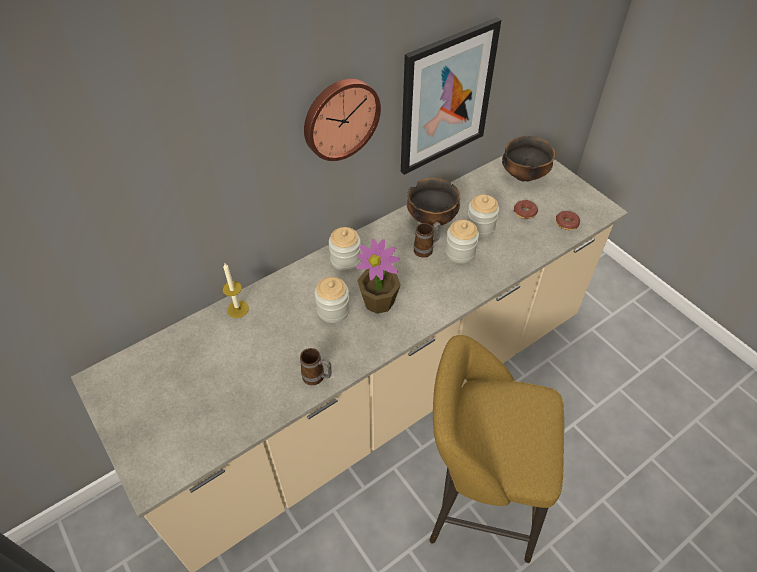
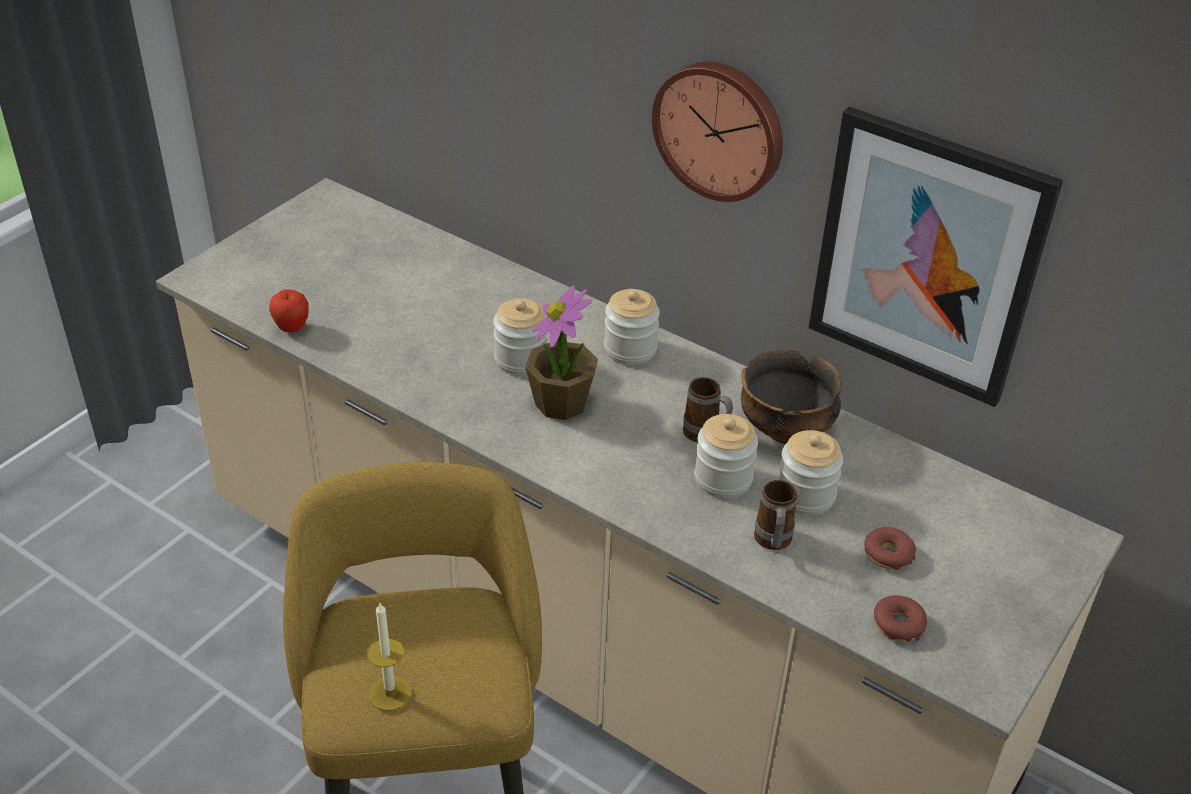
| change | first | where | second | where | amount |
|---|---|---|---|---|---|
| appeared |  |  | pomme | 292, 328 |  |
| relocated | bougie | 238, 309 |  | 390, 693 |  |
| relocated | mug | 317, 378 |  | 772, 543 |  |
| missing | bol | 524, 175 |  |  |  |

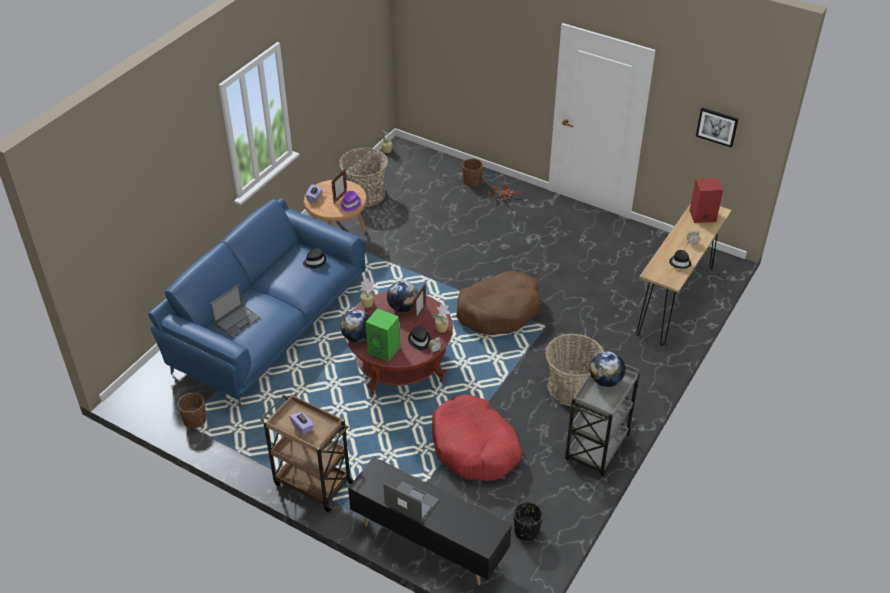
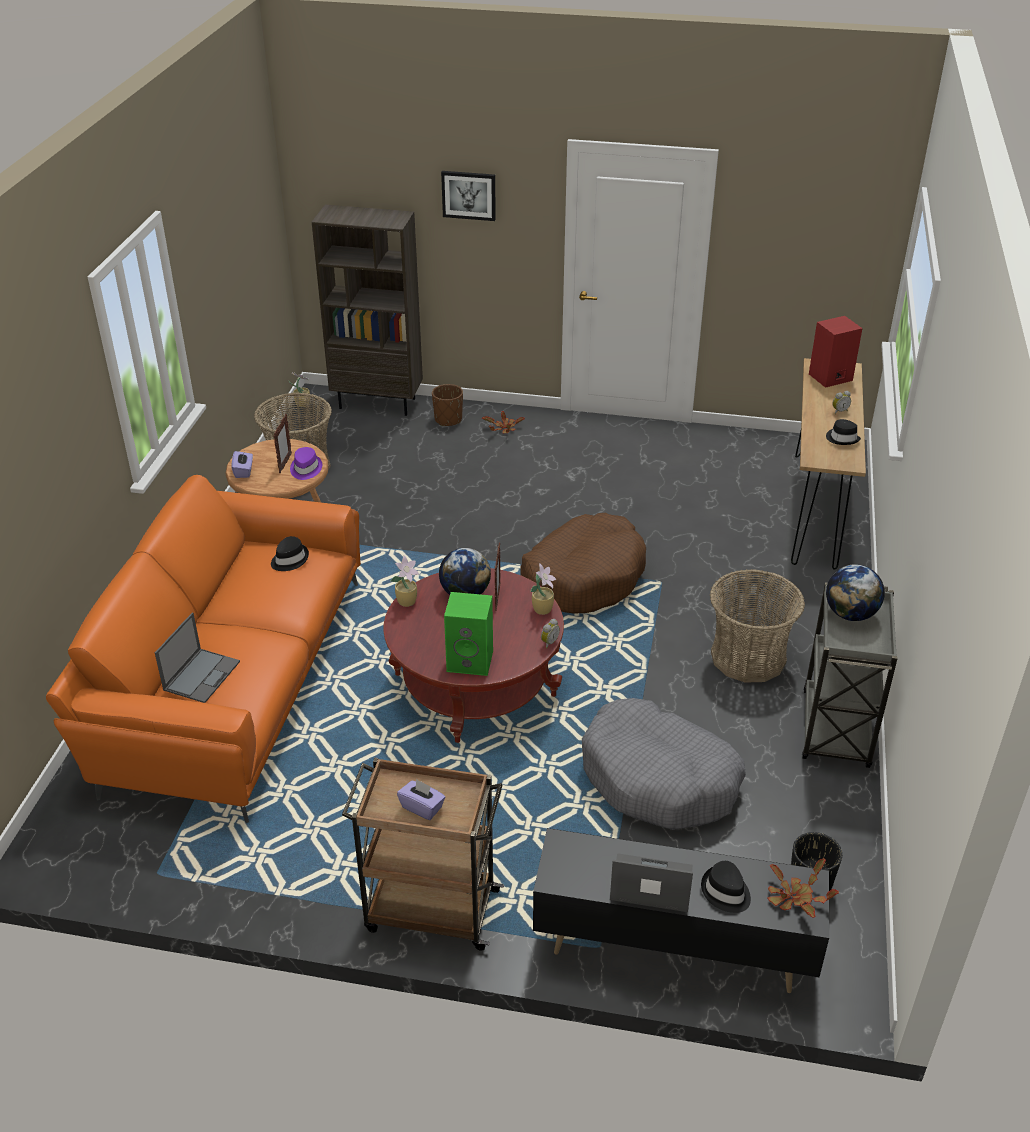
| change | first | where | second | where | amount |
|---|---|---|---|---|---|
| colour | canapé [bleu] | 268, 324 | canapé [orange] | 233, 680 |  |
| appeared |  |  | bibliothèque [marron] | 378, 403 |  |
| relocated | tableau | 717, 126 |  | 469, 195 |  |
| colour | panier pour chien [rouge] | 474, 447 | panier pour chien [gris] | 659, 779 |  |
| relocated | chapeau [noir] | 419, 341 |  | 725, 892 |  |
| appeared |  |  | plante en pot | 794, 898 |  |
| missing | cache-pot [marron] | 194, 420 |  |  |  |
| missing | globe | 357, 337 |  |  |  |

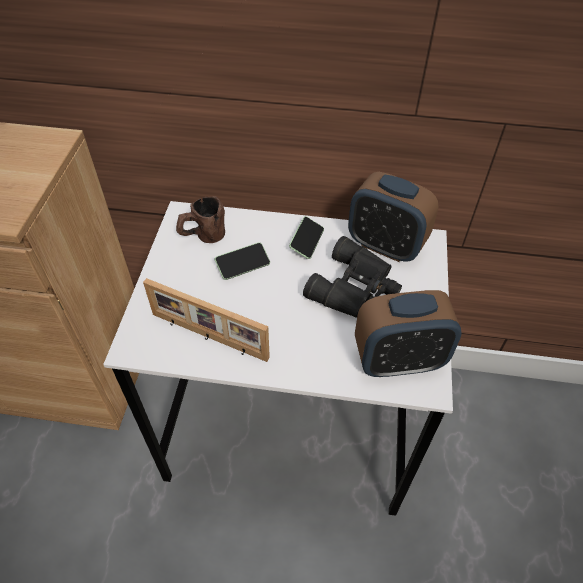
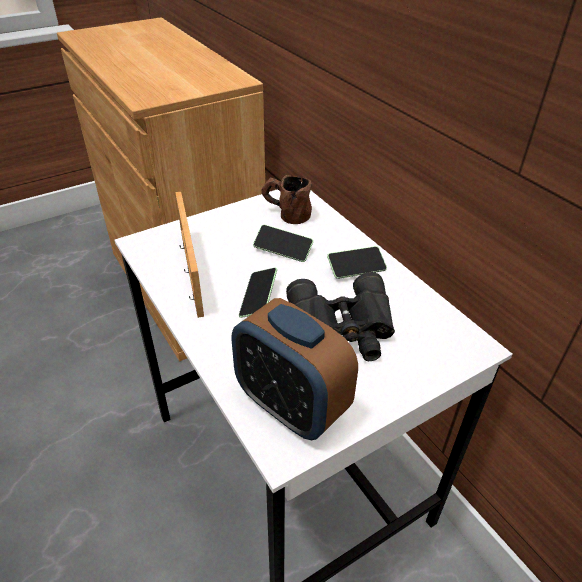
| change | first | where | second | where | amount |
|---|---|---|---|---|---|
| appeared |  |  | téléphone | 258, 299 |  |
| missing | réveil | 385, 245 |  |  |  |

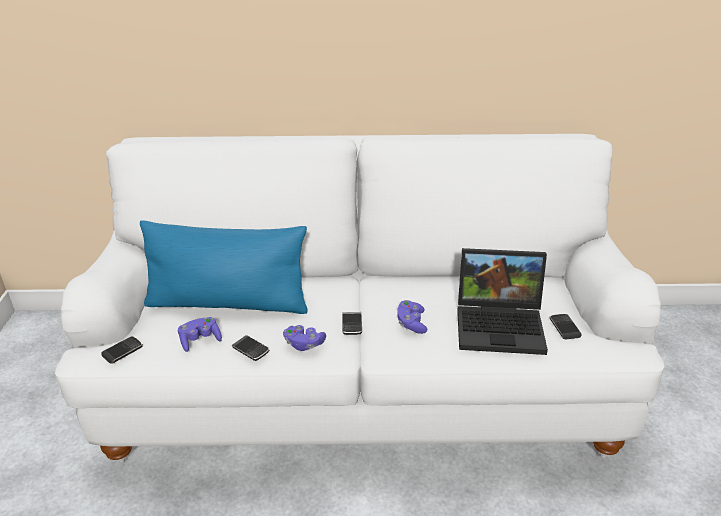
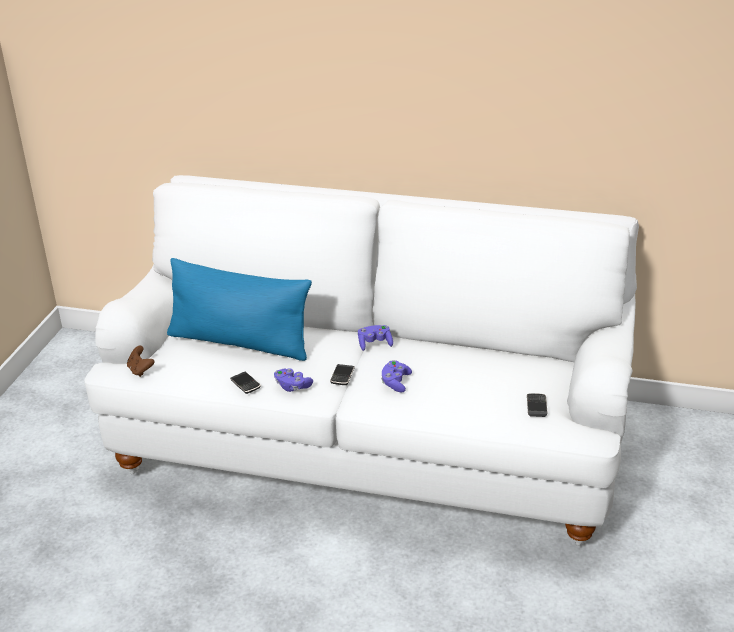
| change | first | where | second | where | amount |
|---|---|---|---|---|---|
| exchanged | téléphone | 123, 351 | manette [marron] | 140, 370 |  |
| relocated | manette [violet] | 200, 340 |  | 374, 344 |  |
| missing | ordinateur portable | 501, 325 |  |  |  |

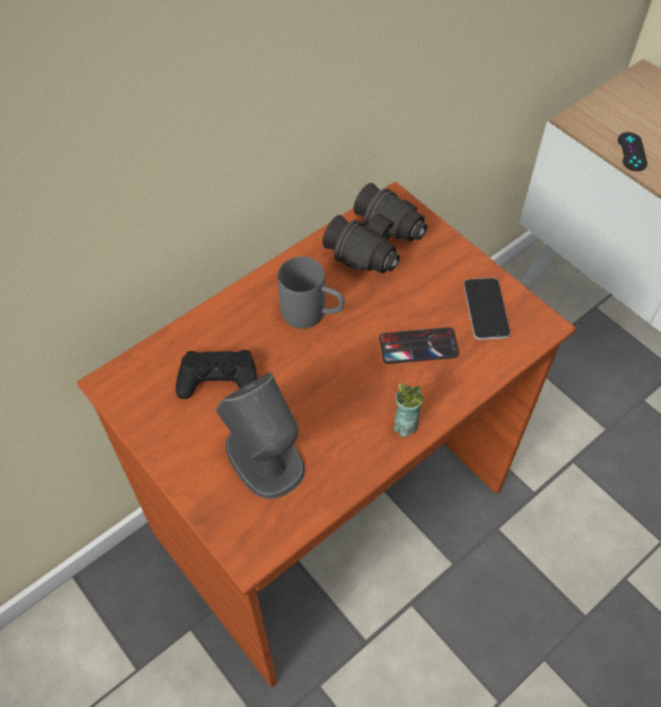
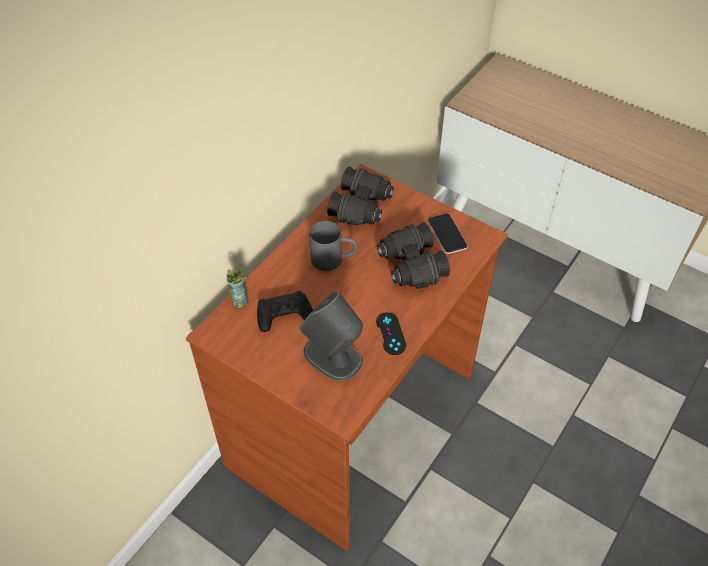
| change | first | where | second | where | amount |
|---|---|---|---|---|---|
| relocated | tasse | 405, 425 |  | 240, 300 |  |
| relocated | manette [noir] | 632, 152 |  | 390, 333 |  |
| exchanged | téléphone | 418, 346 | jumelles [noir] | 410, 266 |  |

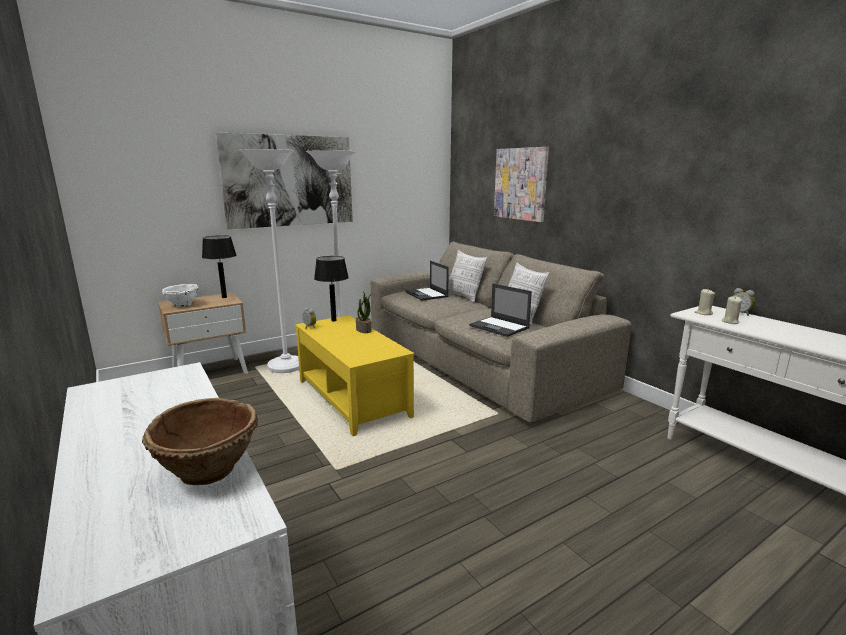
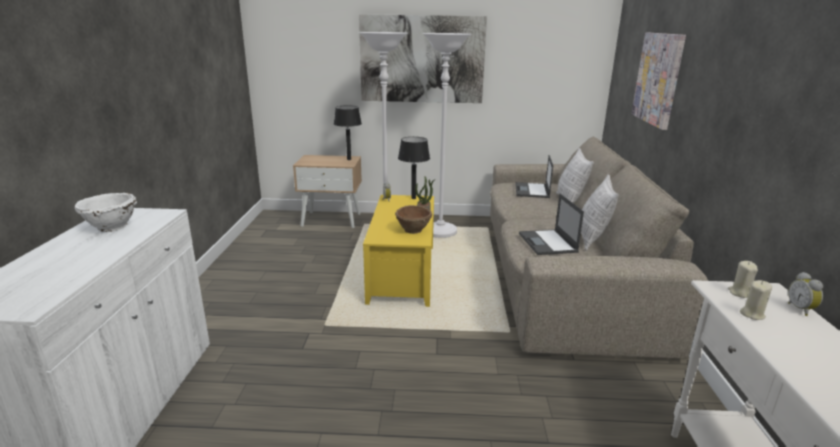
| change | first | where | second | where | amount |
|---|---|---|---|---|---|
| relocated | bol [blanc] | 182, 305 |  | 111, 227 |  |
| relocated | bol [marron] | 210, 471 |  | 413, 230 |  |

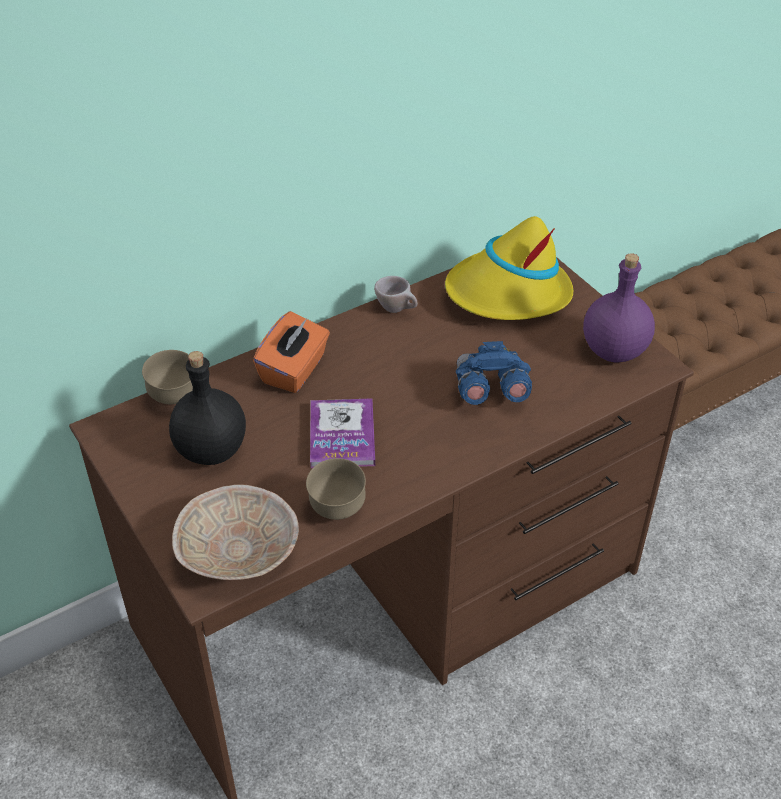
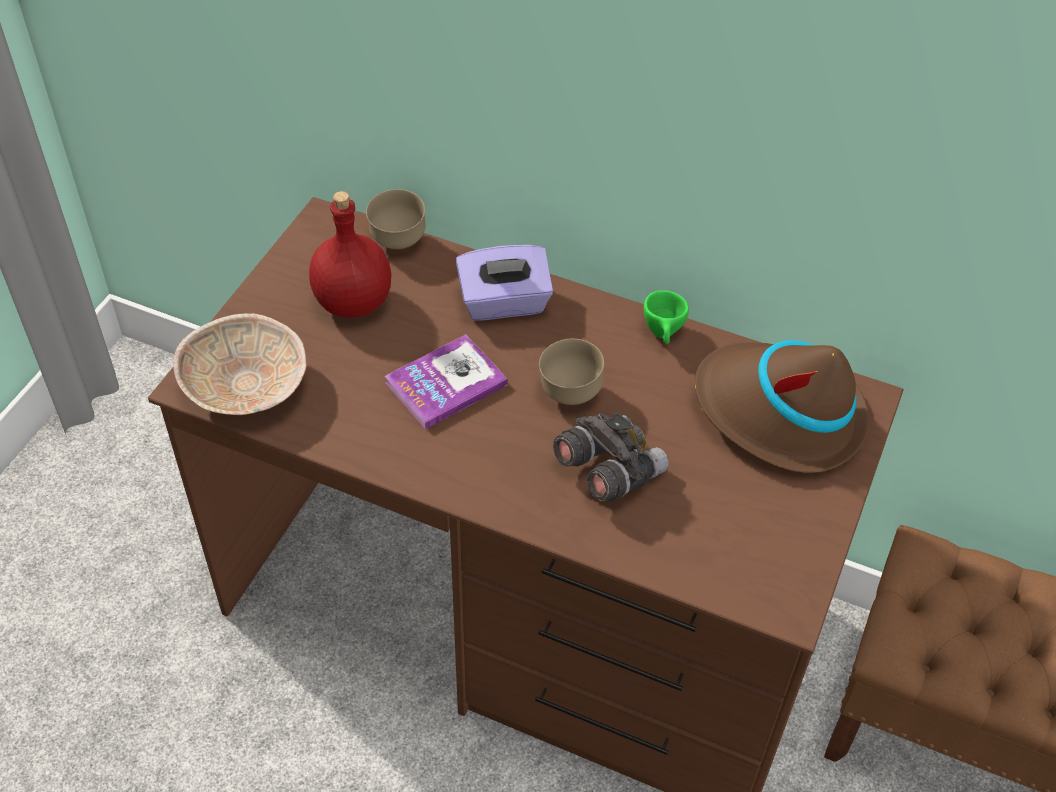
| change | first | where | second | where | amount |
|---|---|---|---|---|---|
| colour | bouteille [noir] | 210, 449 | bouteille [rouge] | 353, 301 |  |
| colour | boîte à mouchoirs [orange] | 294, 370 | boîte à mouchoirs [violet] | 504, 303 |  |
| relocated | bol [marron] | 337, 510 |  | 569, 394 |  |
| colour | jumelles [bleu] | 489, 391 | jumelles [gris] | 608, 470 |  |
| colour | tasse [beige] | 397, 309 | tasse [vert] | 664, 335 |  |
| colour | chapeau [jaune] | 508, 294 | chapeau [marron] | 779, 414 |  |
| missing | bouteille [violet] | 614, 351 |  |  |  |

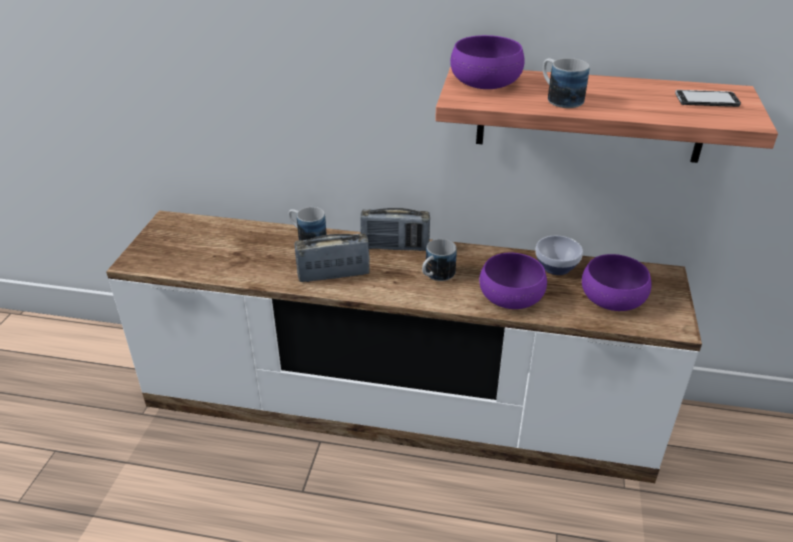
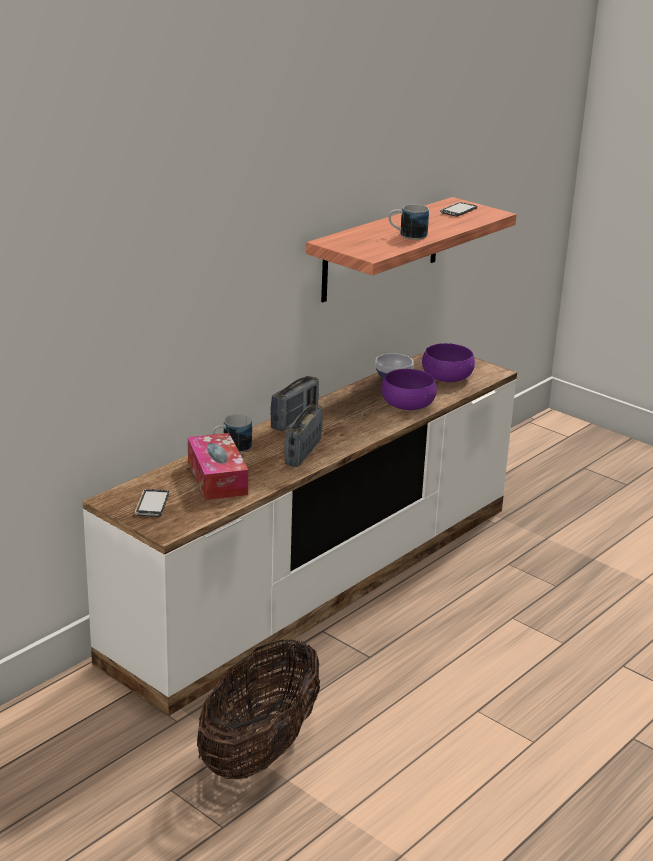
| change | first | where | second | where | amount |
|---|---|---|---|---|---|
| appeared |  |  | téléphone | 152, 504 |  |
| appeared |  |  | boîte à mouchoirs | 217, 478 |  |
| appeared |  |  | panier | 260, 750 |  |
| missing | mug | 436, 276 |  |  |  |
| missing | bol [violet] | 485, 82 |  |  |  |

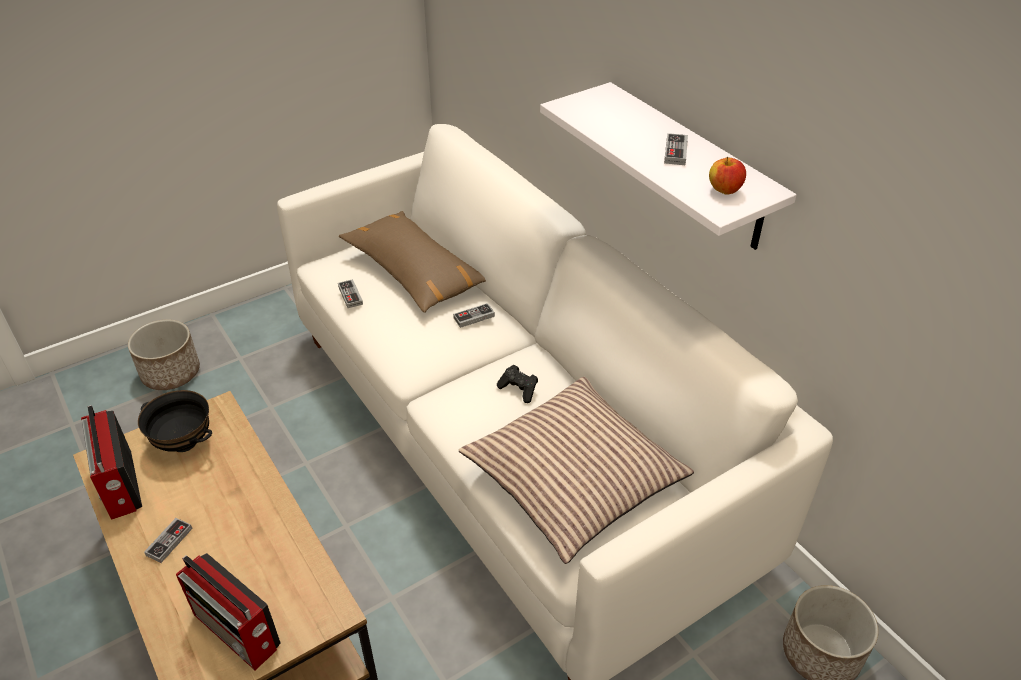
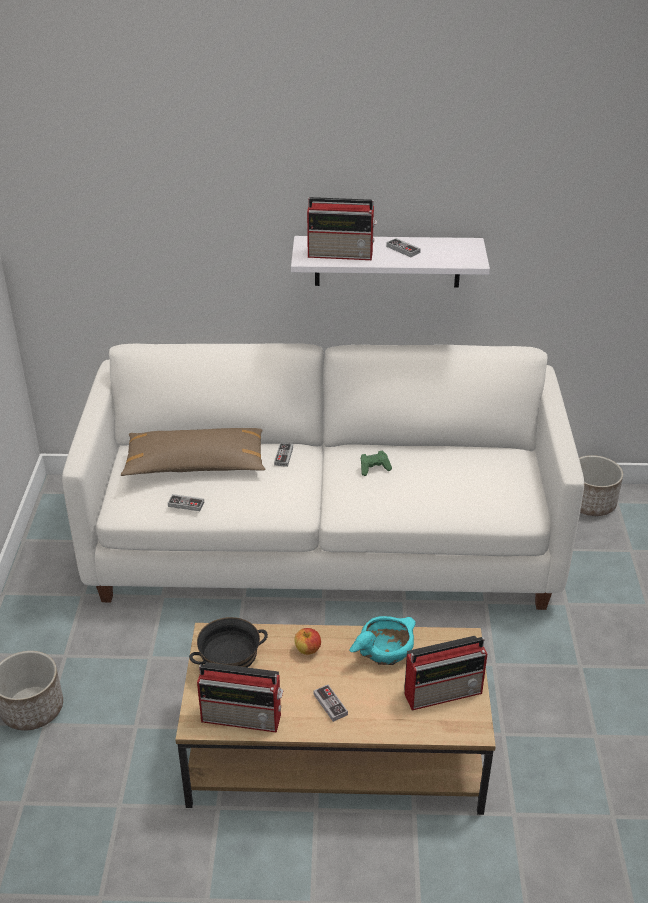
| change | first | where | second | where | amount |
|---|---|---|---|---|---|
| relocated | pomme | 724, 190 |  | 307, 650 |  |
| appeared |  |  | radio | 342, 254 |  |
| appeared |  |  | bol [turquoise] | 385, 650 |  |
| colour | manette [noir] | 519, 389 | manette [vert] | 374, 468 |  |
| missing | coussin | 574, 478 |  |  |  |

